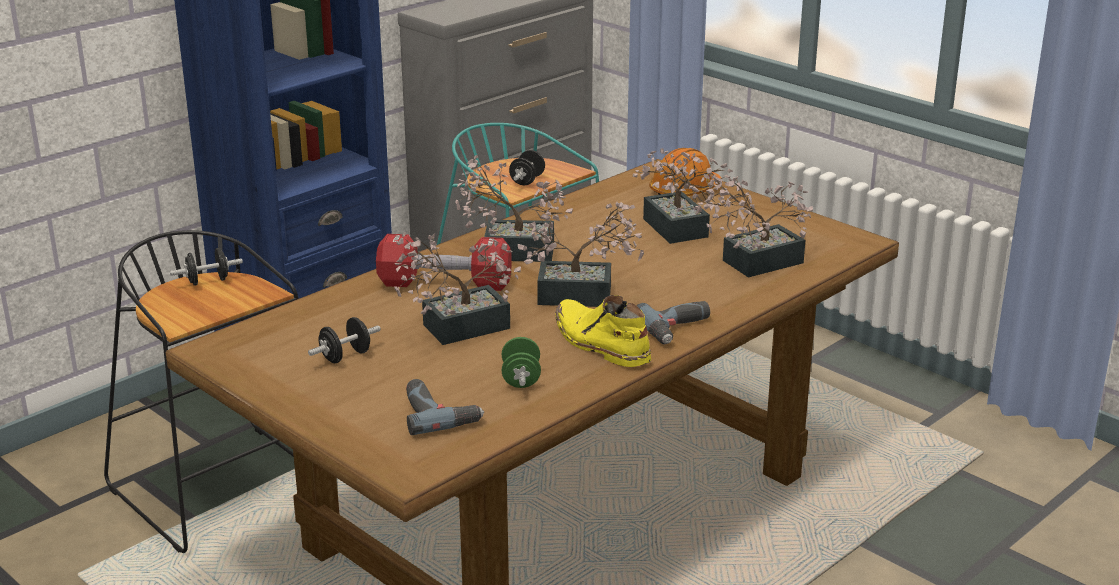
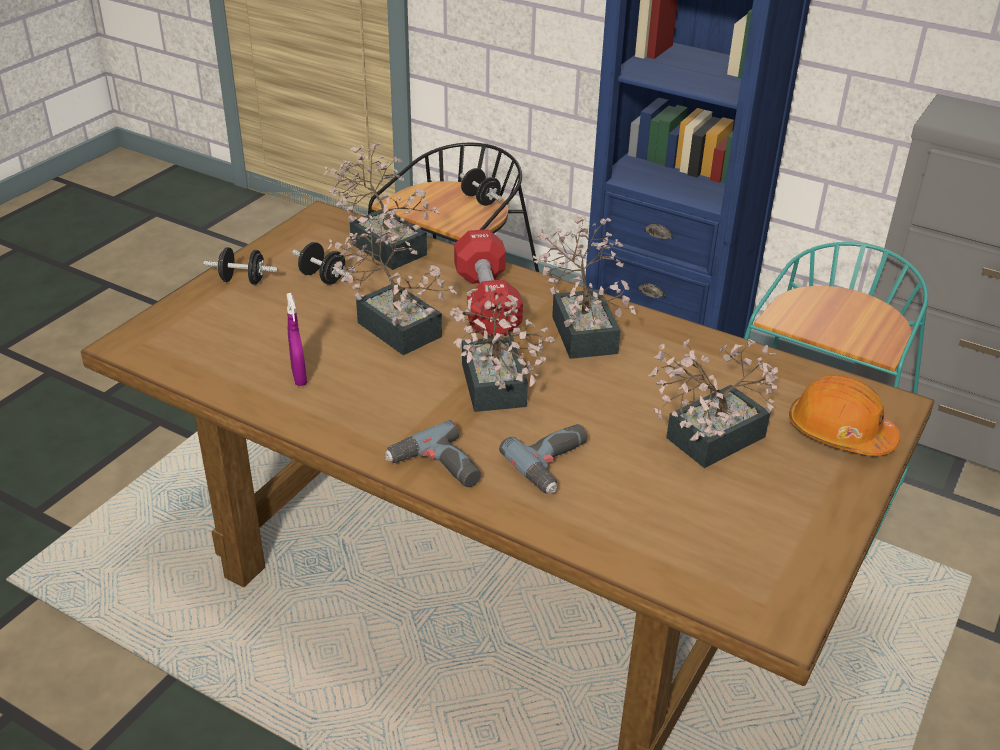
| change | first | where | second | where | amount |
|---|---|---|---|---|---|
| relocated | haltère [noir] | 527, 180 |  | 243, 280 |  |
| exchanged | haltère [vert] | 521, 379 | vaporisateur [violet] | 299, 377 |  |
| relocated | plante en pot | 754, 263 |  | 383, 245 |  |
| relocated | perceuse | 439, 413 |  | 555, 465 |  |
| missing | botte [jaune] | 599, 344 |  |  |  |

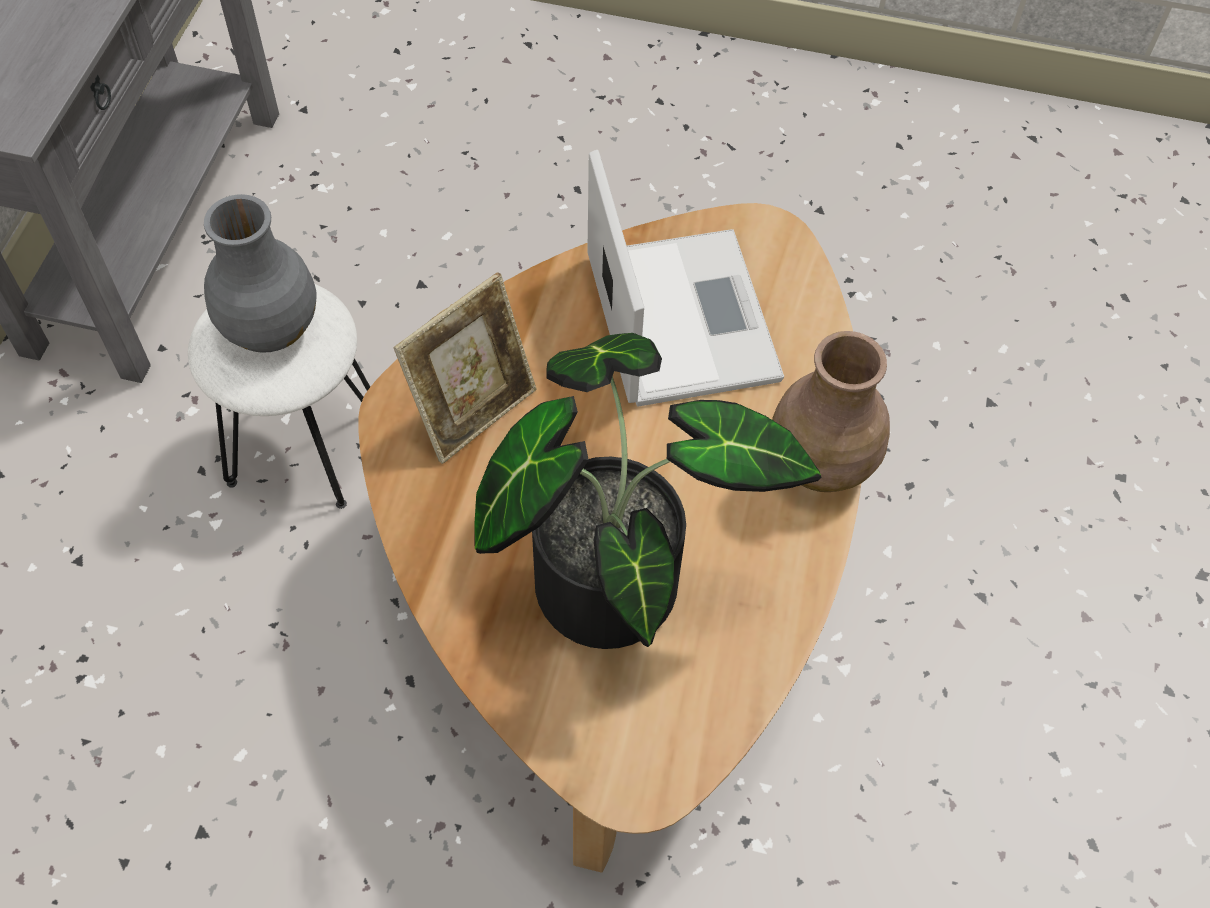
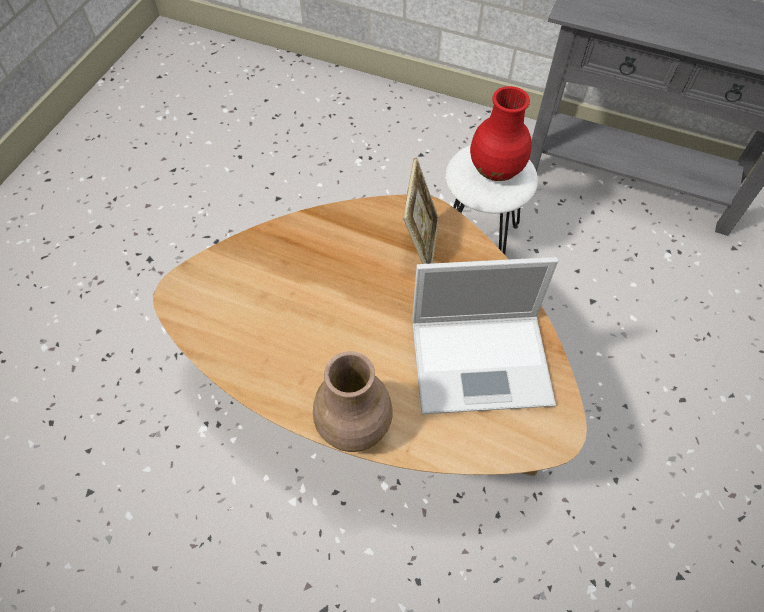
| change | first | where | second | where | amount |
|---|---|---|---|---|---|
| spun | cadre photo | 474, 411 |  | 420, 244 | 135 degrees counterclockwise |
| colour | vase [gris] | 270, 330 | vase [rouge] | 495, 170 |  |
| missing | plante en pot | 613, 571 |  |  |  |

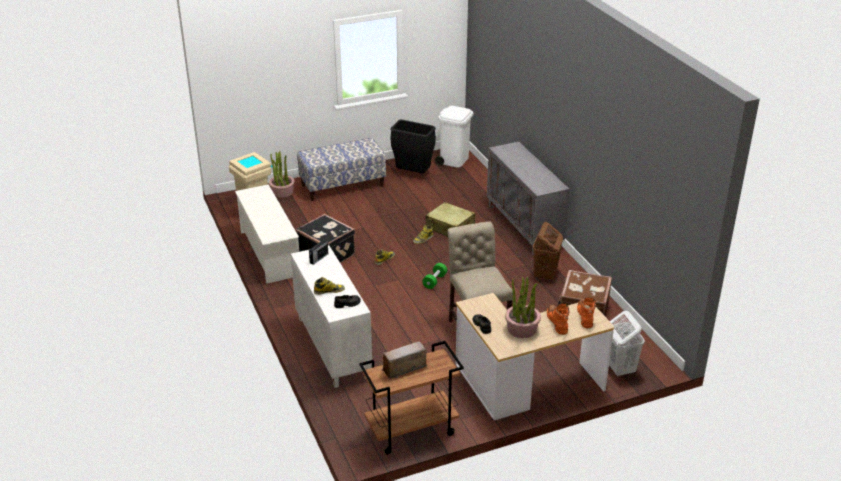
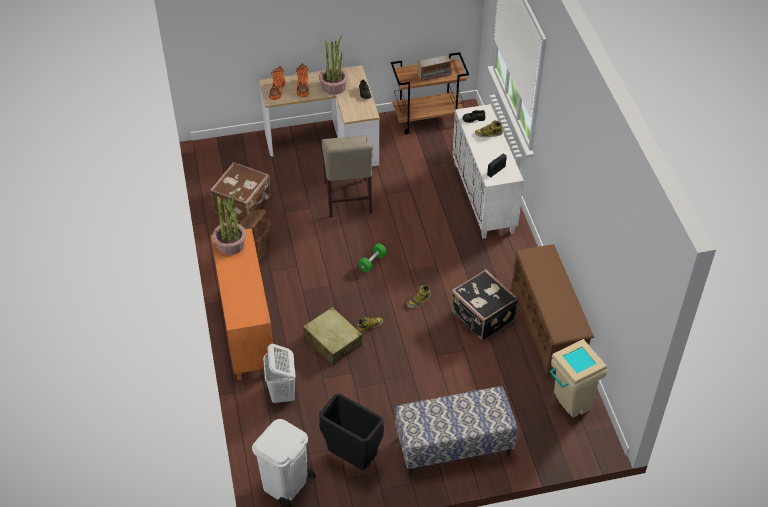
| change | first | where | second | where | amount |
|---|---|---|---|---|---|
| colour | meuble de rangement [gris] | 524, 227 | meuble de rangement [orange] | 246, 329 |  |
| relocated | plante en pot | 282, 192 |  | 230, 244 |  |
| relocated | panier à linge [blanc] | 619, 368 |  | 282, 393 |  |
| colour | étagère à chaussures [blanc] | 269, 253 | étagère à chaussures [marron] | 547, 327 |  |

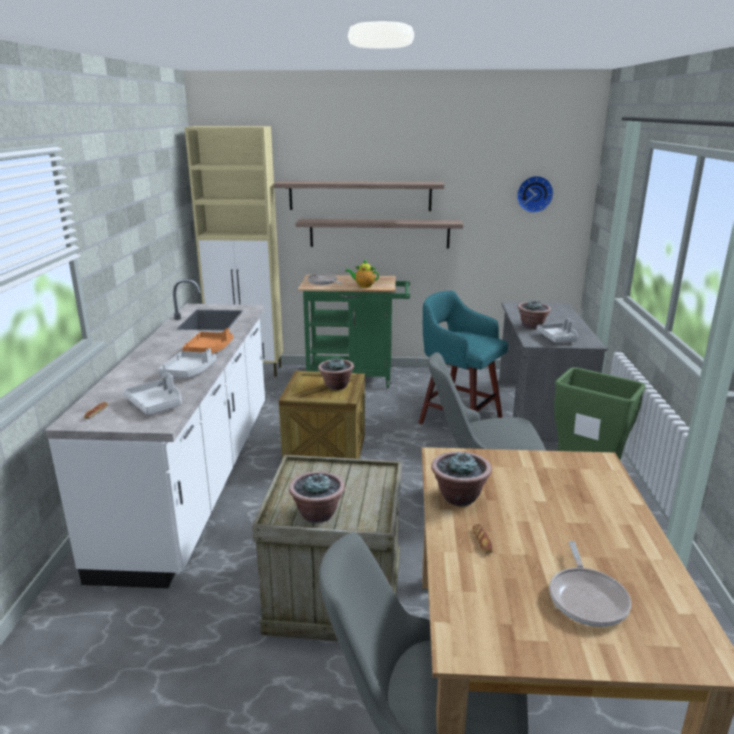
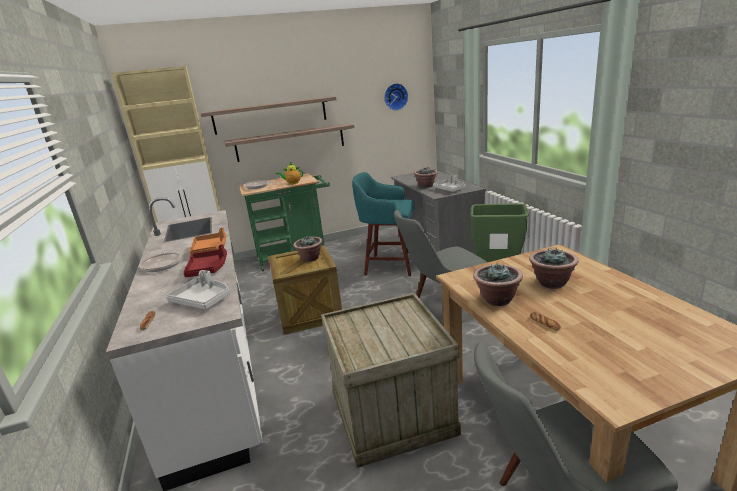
| change | first | where | second | where | amount |
|---|---|---|---|---|---|
| relocated | poêle | 587, 598 |  | 162, 264 |  |
| colour | plateau [gris] | 189, 372 | plateau [rouge] | 208, 269 |  |
| relocated | plante en pot | 317, 514 |  | 551, 283 |  |

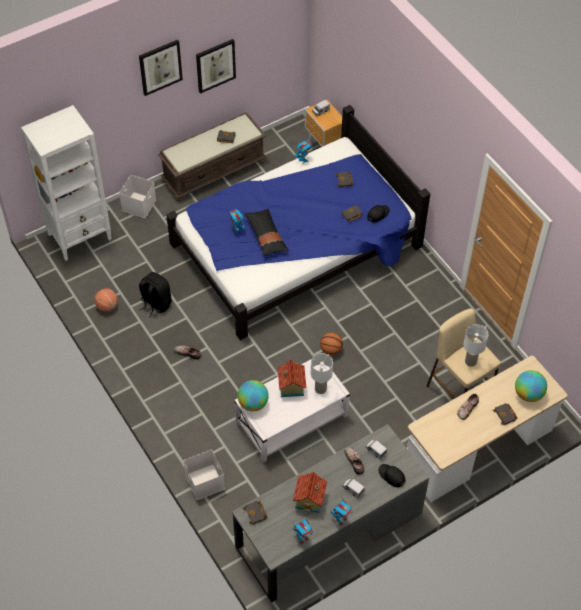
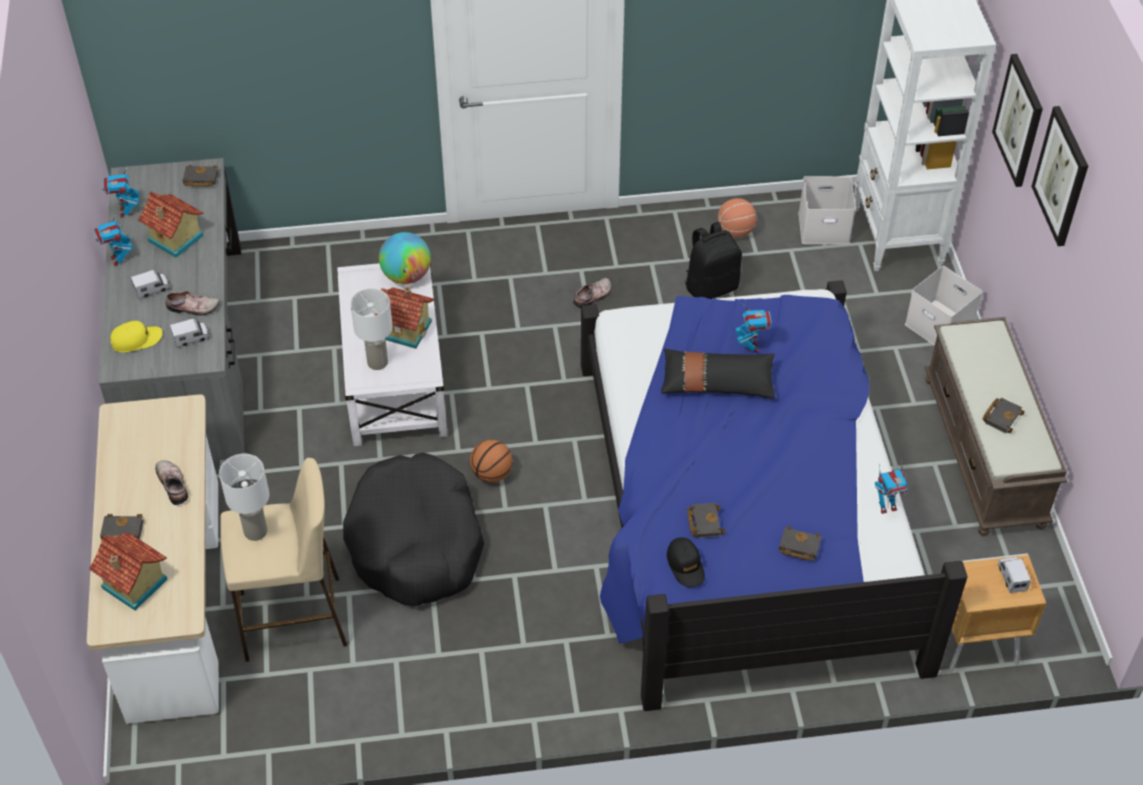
| change | first | where | second | where | amount |
|---|---|---|---|---|---|
| exchanged | globe | 528, 394 | maison miniature | 133, 585 |  |
| colour | casquette [noir] | 391, 476 | casquette [jaune] | 136, 340 |  |
| appeared |  |  | panier pour chien [noir] | 416, 543 |  |
| relocated | boîte de rangement [blanc] | 204, 481 |  | 824, 226 |  |
| relocated | tableau | 215, 65 |  | 1019, 120 |  |

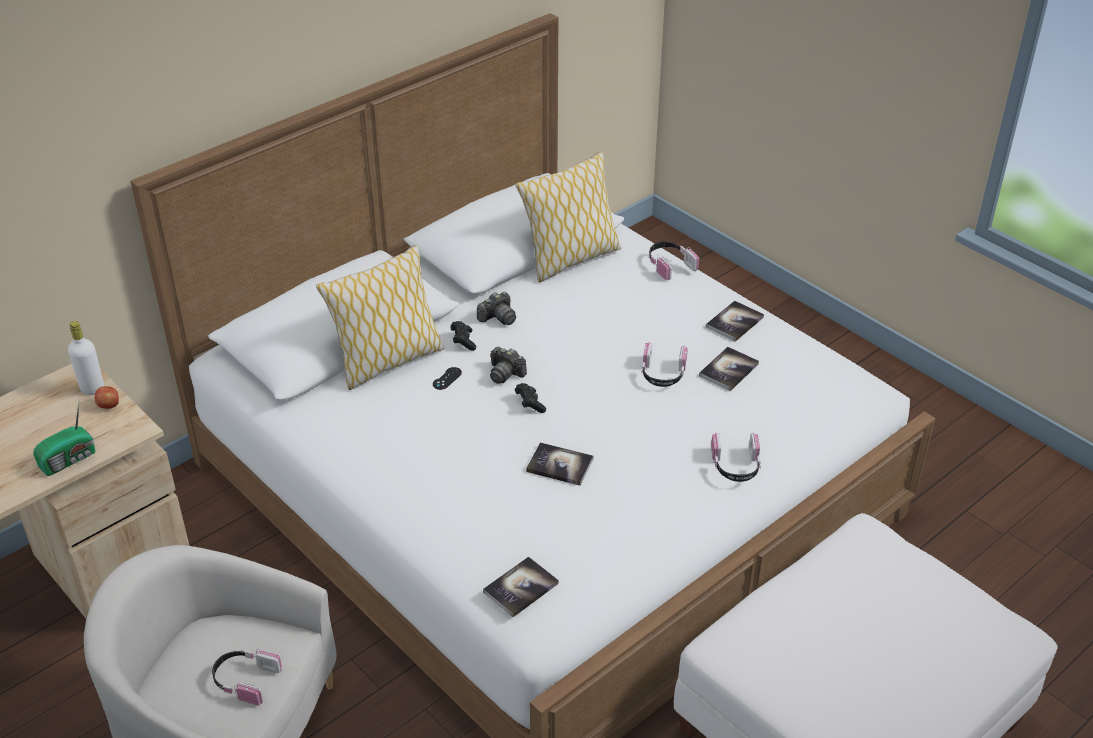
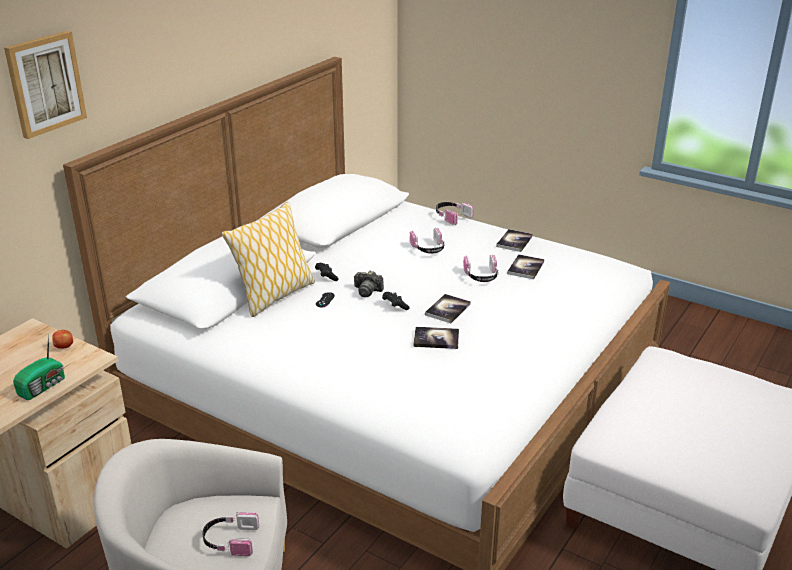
| change | first | where | second | where | amount |
|---|---|---|---|---|---|
| appeared |  |  | tableau | 45, 84 |  |
| relocated | casque audio | 736, 466 |  | 428, 248 |  |
| relocated | livre | 521, 588 |  | 447, 309 |  |
| missing | bouteille [blanc] | 92, 388 |  |  |  |
| missing | appareil photo | 498, 318 |  |  |  |
| missing | coussin | 570, 259 |  |  |  |

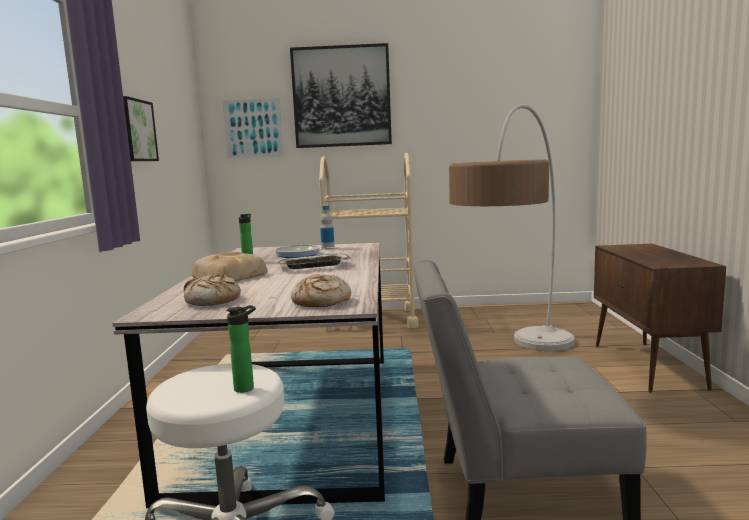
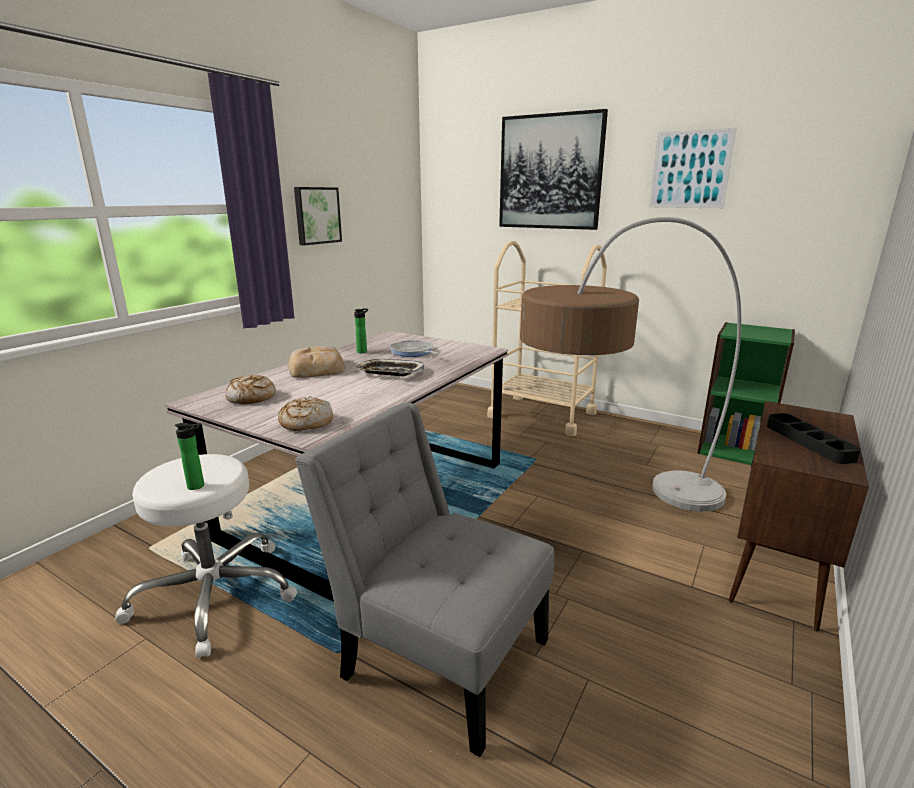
| change | first | where | second | where | amount |
|---|---|---|---|---|---|
| relocated | tableau | 253, 128 |  | 690, 169 |  |
| appeared |  |  | bibliothèque [vert] | 734, 448 |  |
| appeared |  |  | plateau [noir] | 808, 442 |  |
| missing | bouteille | 328, 248 |  |  |  |

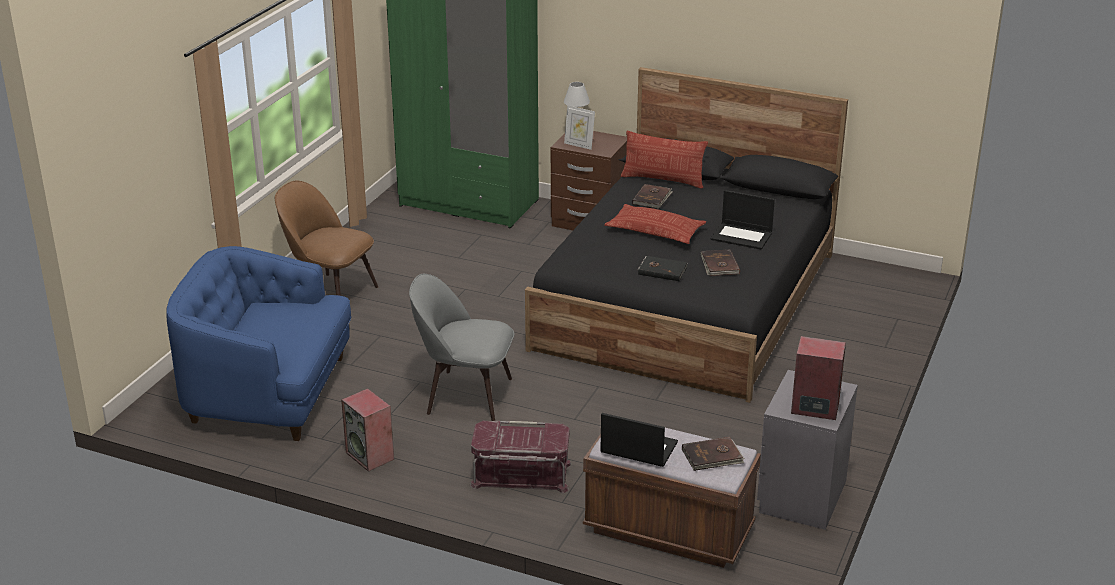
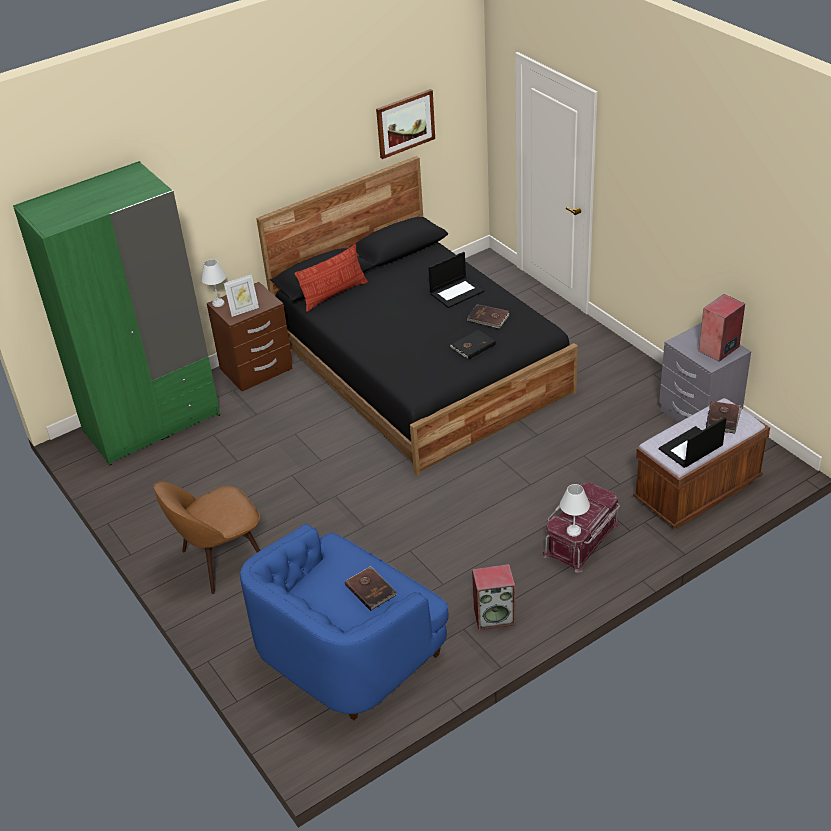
| change | first | where | second | where | amount |
|---|---|---|---|---|---|
| relocated | livre [marron] | 652, 198 |  | 371, 589 |  |
| appeared |  |  | tableau | 405, 123 |  |
| appeared |  |  | lampe de table [blanc] | 574, 531 |  |
| missing | chaise [gris] | 465, 395 |  |  |  |
| missing | coussin | 655, 230 |  |  |  |

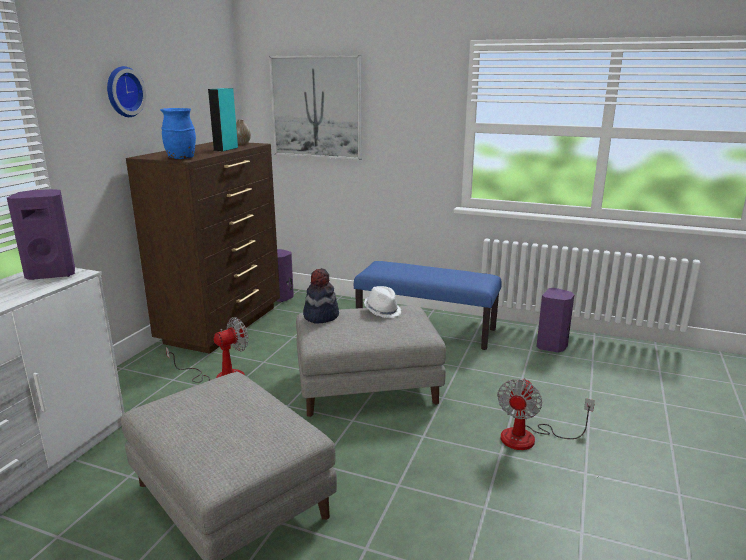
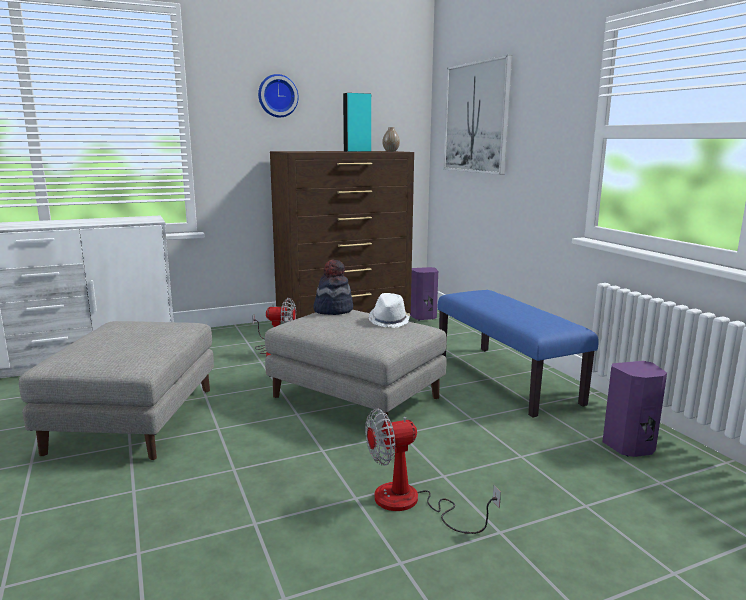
| change | first | where | second | where | amount |
|---|---|---|---|---|---|
| missing | enceinte [violet] | 53, 274 |  |  |  |
| missing | vase [bleu] | 181, 158 |  |  |  |

